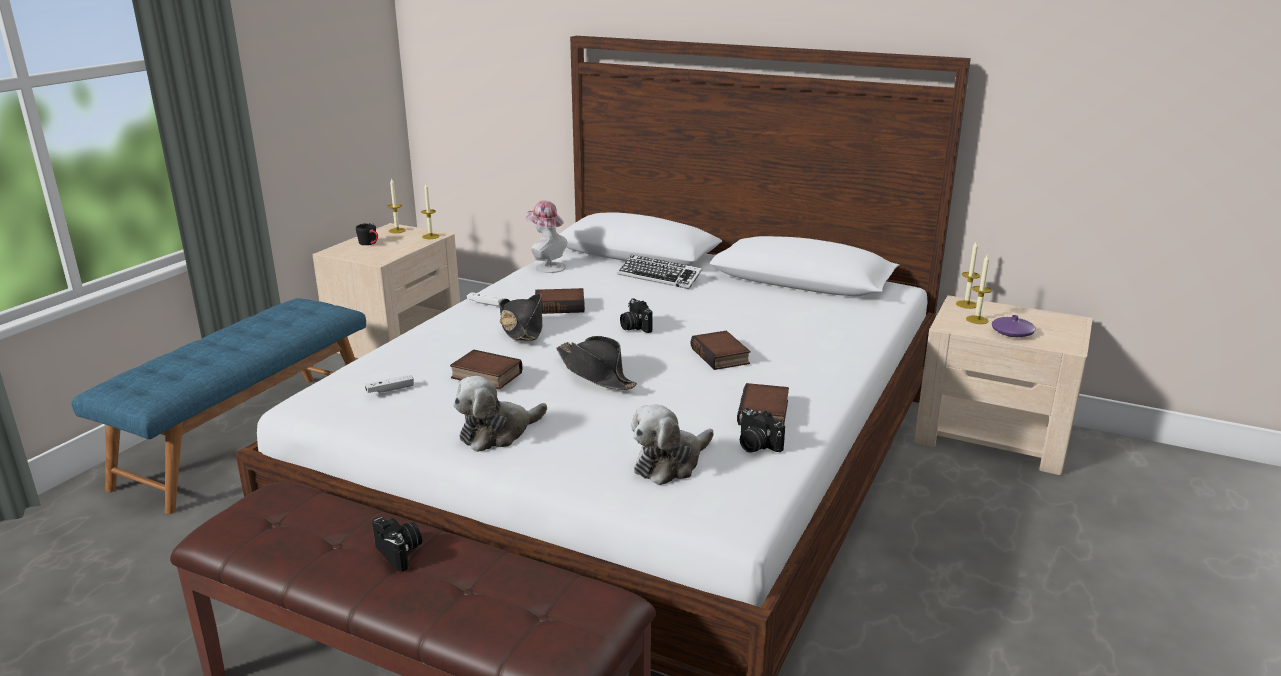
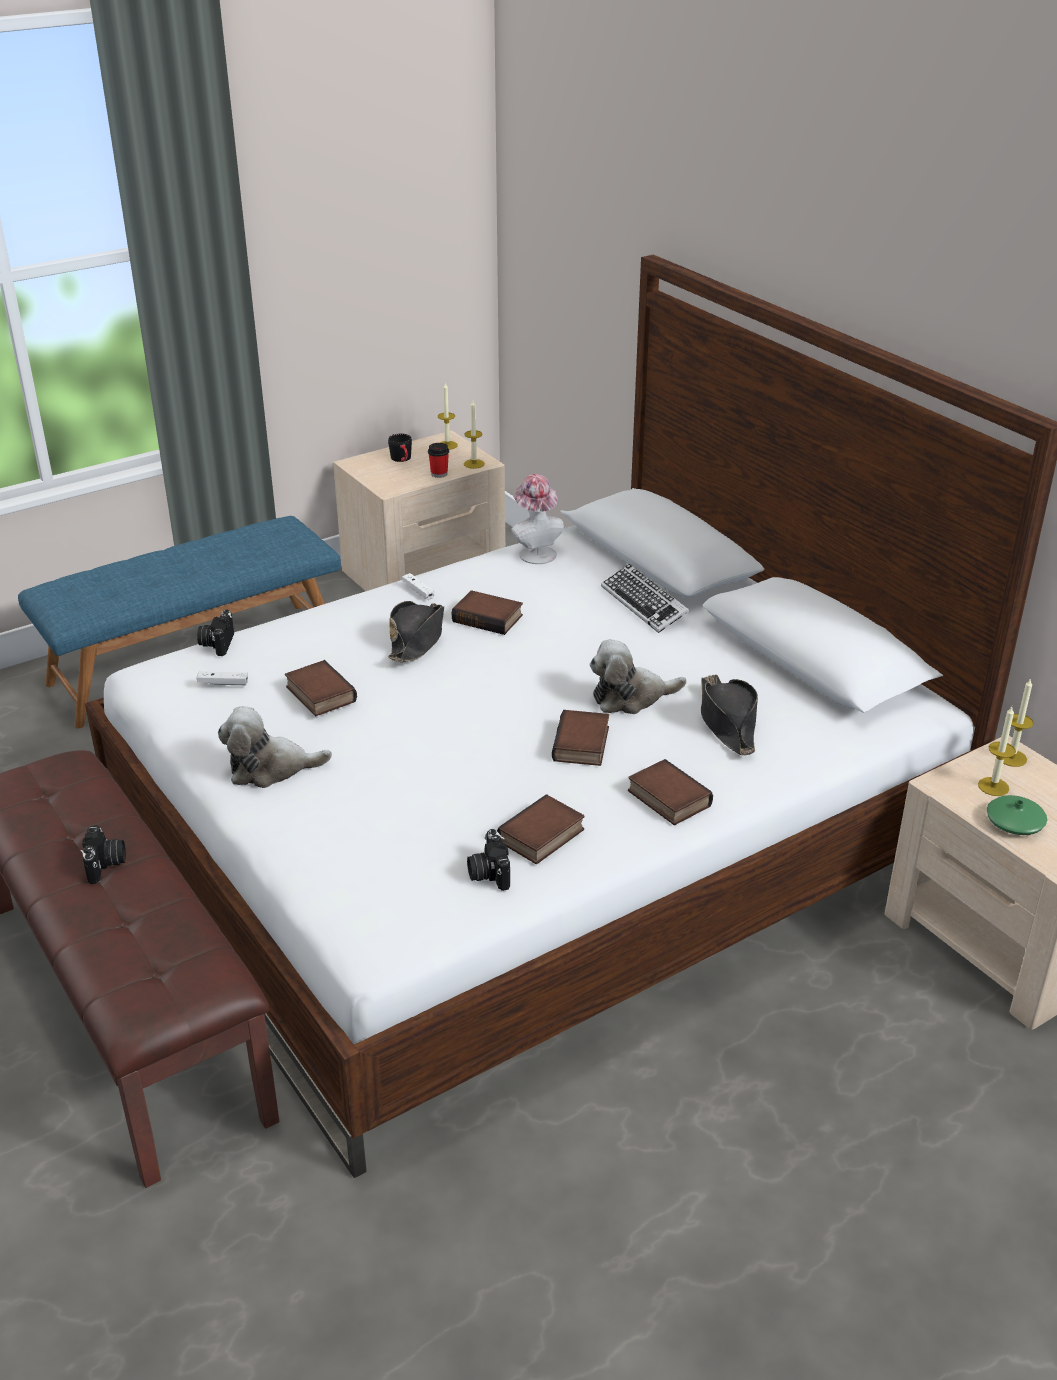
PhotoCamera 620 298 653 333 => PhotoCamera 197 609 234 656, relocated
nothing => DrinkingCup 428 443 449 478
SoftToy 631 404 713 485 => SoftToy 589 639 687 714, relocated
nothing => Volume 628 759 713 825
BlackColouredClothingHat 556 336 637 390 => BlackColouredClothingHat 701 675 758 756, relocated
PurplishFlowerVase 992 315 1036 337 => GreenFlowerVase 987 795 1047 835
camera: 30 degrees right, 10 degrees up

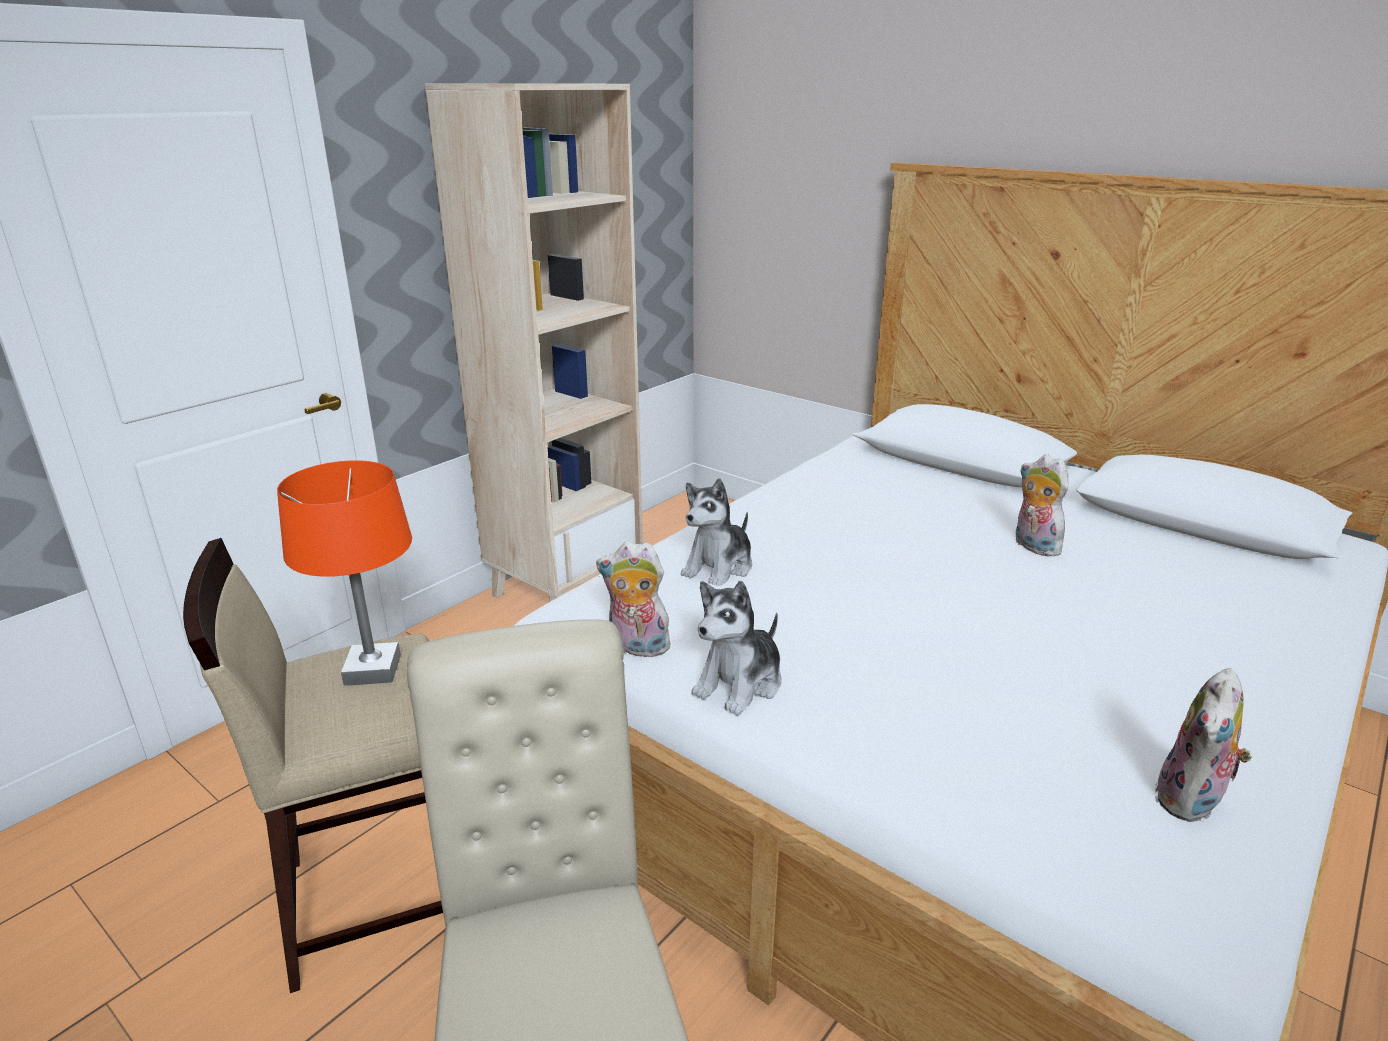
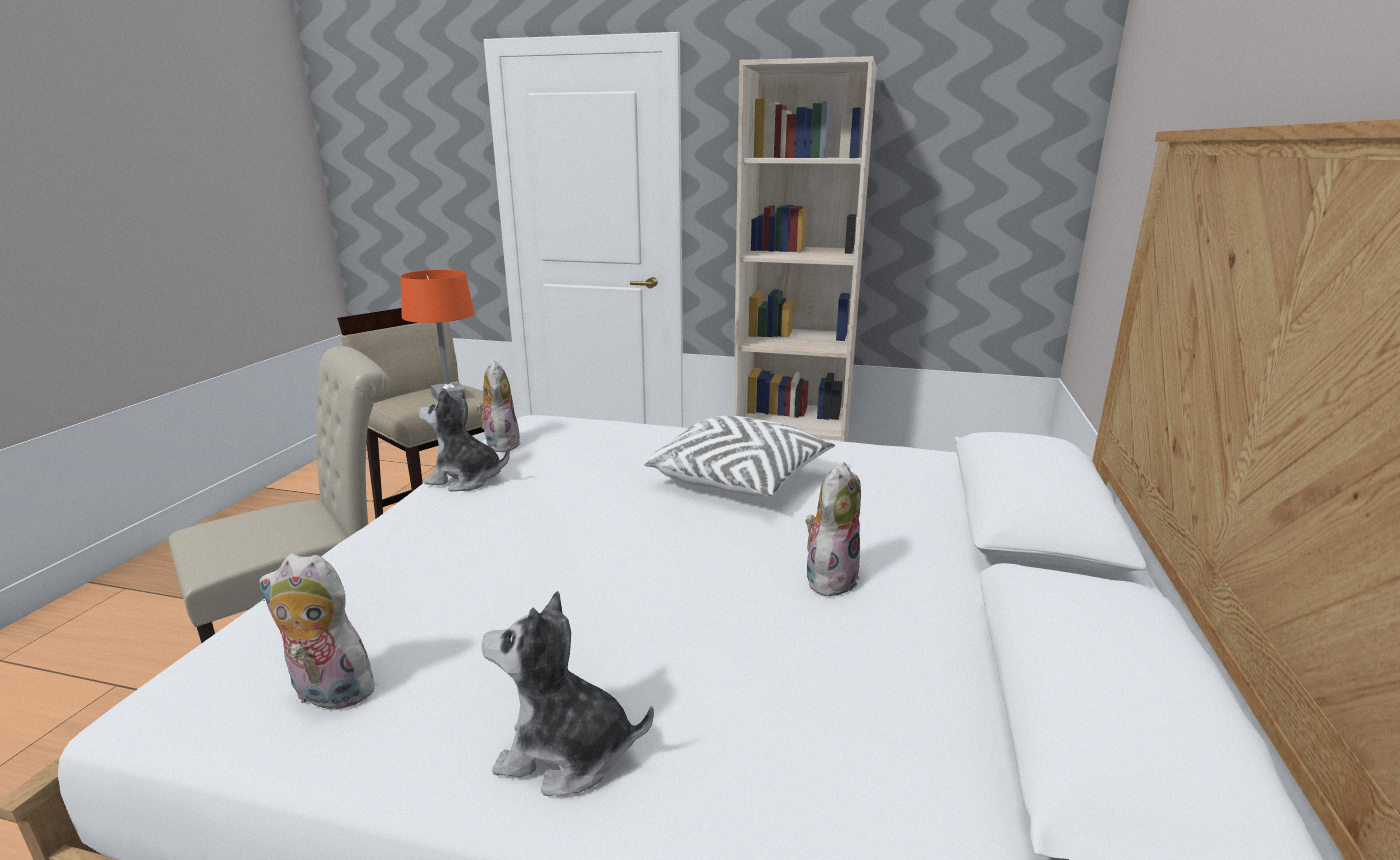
SoftToy 681 478 752 586 => SoftToy 481 591 654 796, relocated
nothing => WhiteColouredPillow 643 415 835 497
camera: 65 degrees right, 5 degrees down

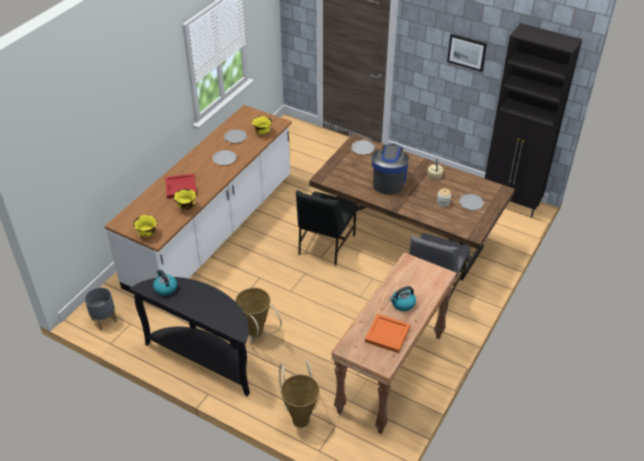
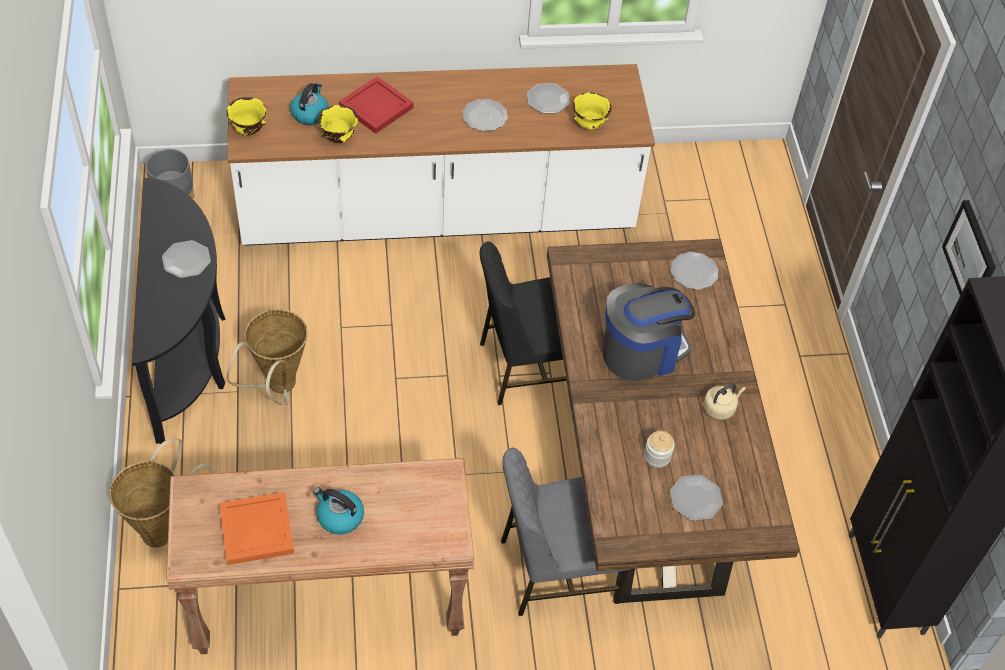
nothing => Plate 162 240 211 278
Kettle 153 270 177 296 => Kettle 290 83 329 125, relocated
camera: 50 degrees right, 10 degrees up

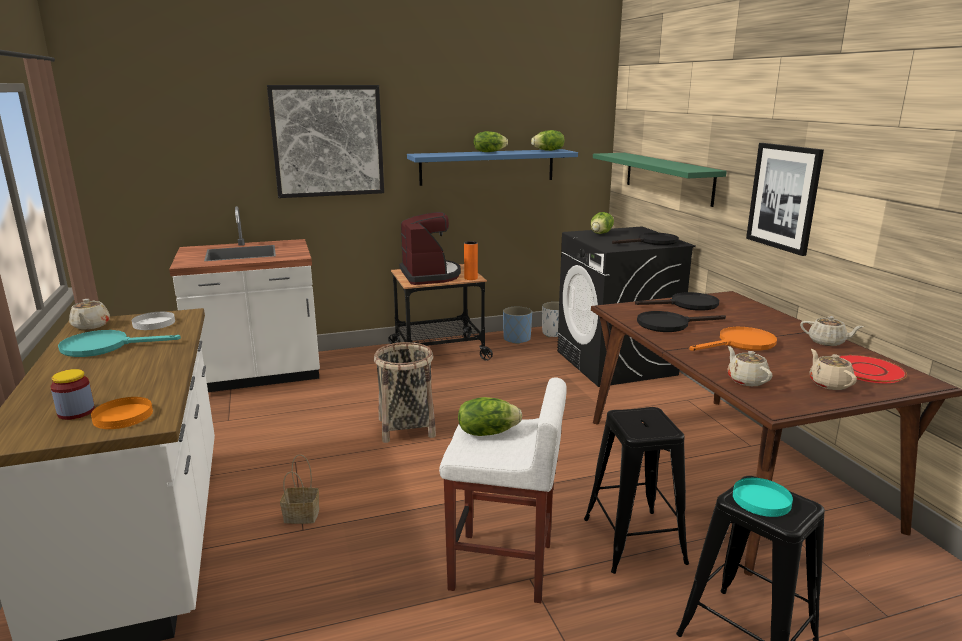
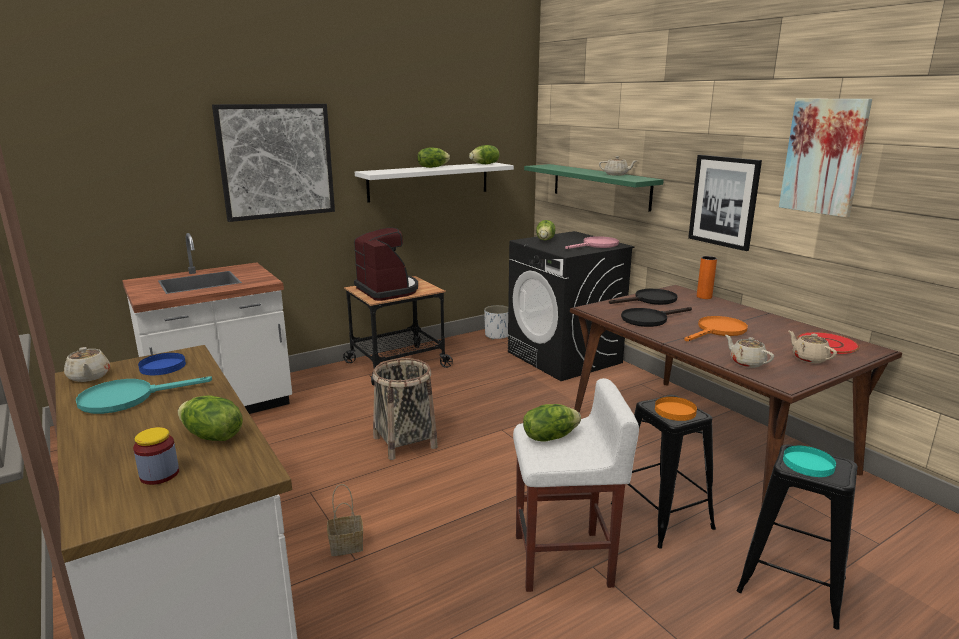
WhiteColouredPlate 132 312 175 330 => BluePlate 138 353 186 375
nothing => HeadOfLettuce 178 395 243 441
BlueWallShelf 407 149 578 186 => WhiteColouredWallShelf 355 163 514 203
BlackColouredSkillet 612 233 679 245 => PinkColouredSkillet 565 236 619 249
BeigeTeaPot 800 316 864 346 => BeigeTeaPot 599 156 638 176, relocated
OrangeyPlate 91 397 153 429 => OrangeyPlate 655 397 697 421, relocated
OrangeyFlowerVase 464 241 478 280 => OrangeyFlowerVase 697 256 717 299, relocated
nothing => WallPicture 779 99 872 217
BlueFlowerPot 503 307 532 344 => nothing
camera: 15 degrees left, 0 degrees up

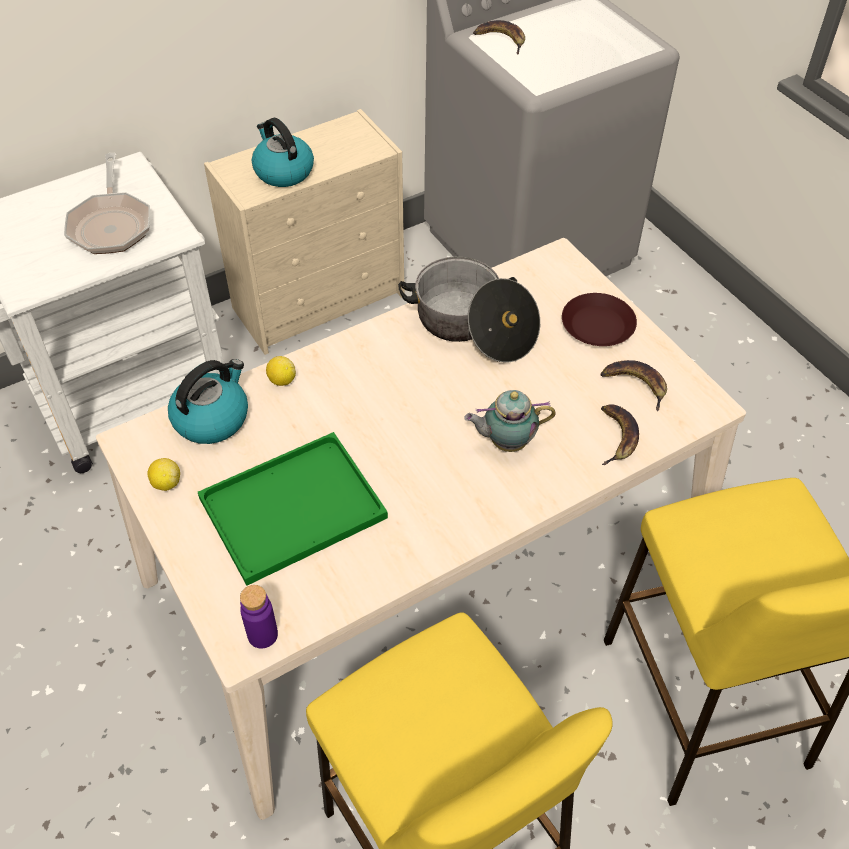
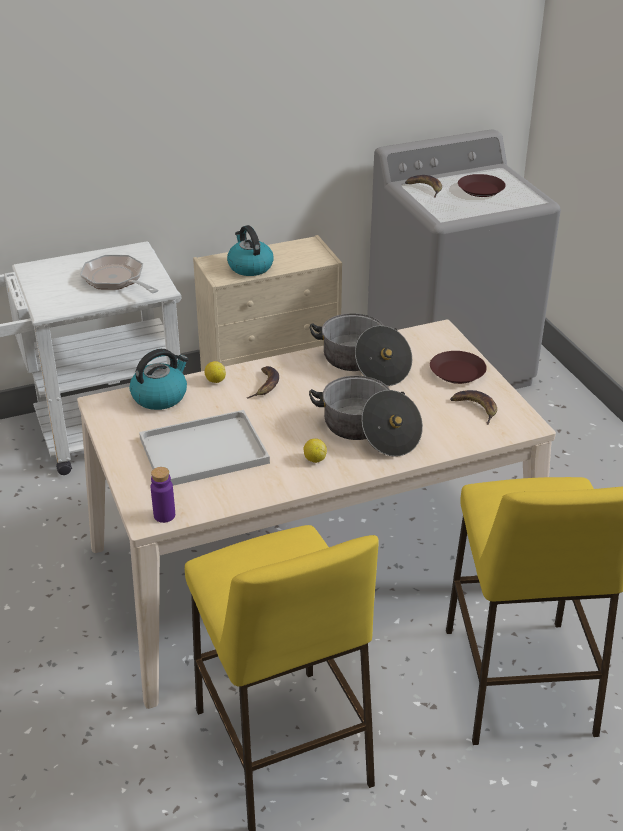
Skillet 64 153 150 254 => Skillet 80 255 159 293, 135 degrees clockwise
GreenTray 198 432 388 586 => WhiteColouredTray 139 410 270 486
WholeBanana 601 404 639 465 => WholeBanana 247 366 279 399, relocated
WholeLemon 147 458 180 491 => WholeLemon 303 438 327 463, relocated
TeaPot 464 390 556 452 => CookingPot 309 376 423 457
nothing => BrownishPlate 458 174 506 197
camera: 10 degrees right, 15 degrees down

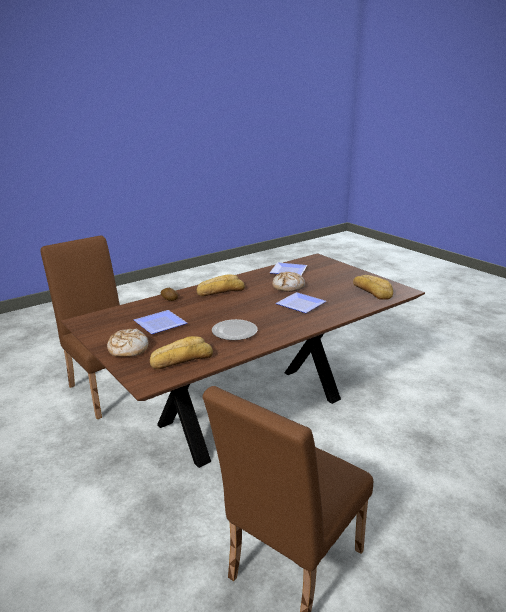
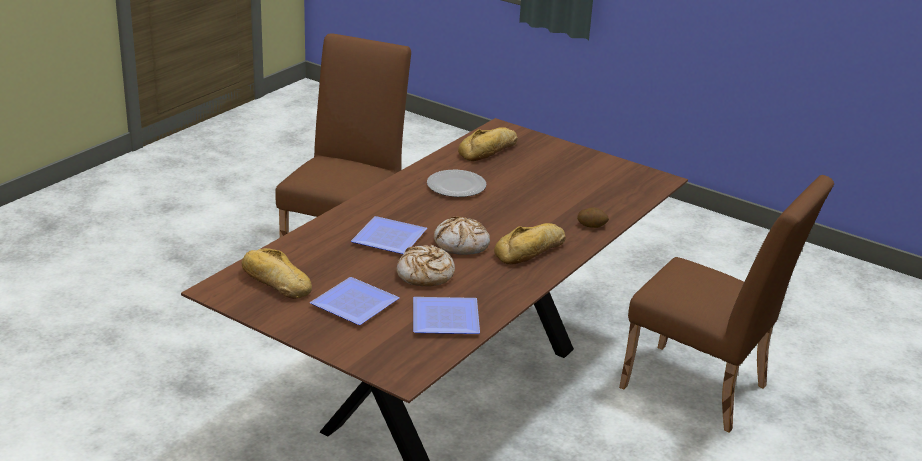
Plate 134 310 187 334 => Plate 310 277 400 325, relocated
BakeryBread 107 328 148 357 => BakeryBread 434 216 490 255, relocated
camera: 160 degrees right, 5 degrees up

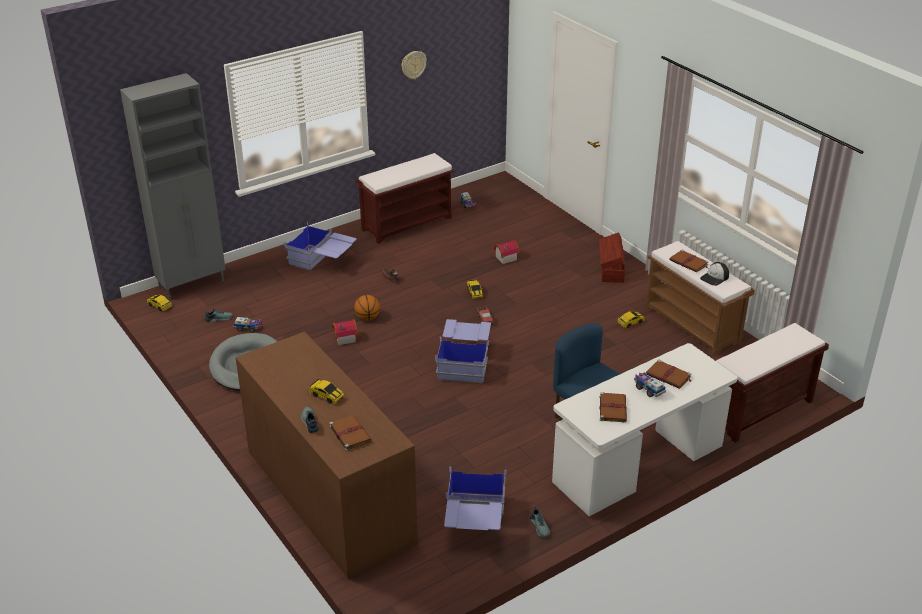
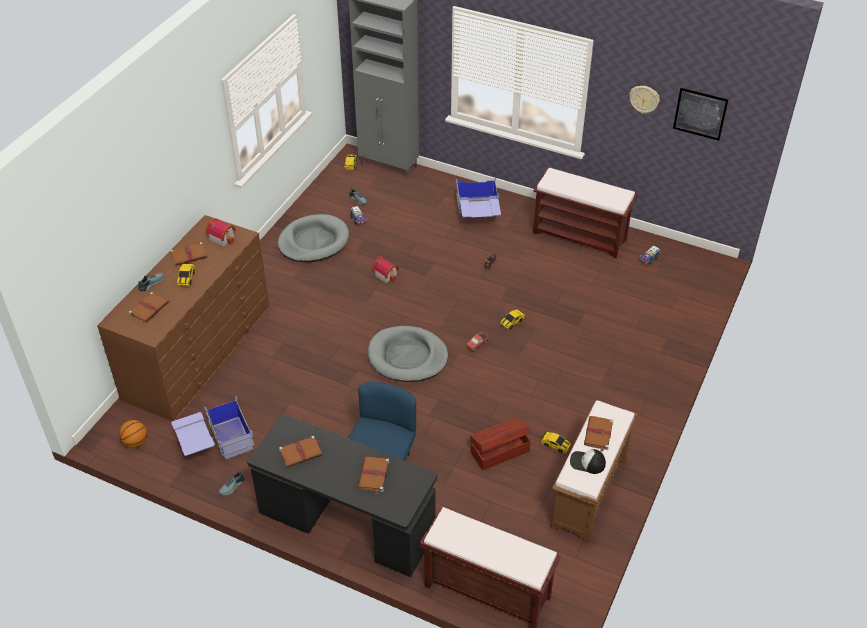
BasketballBall 354 295 380 320 => BasketballBall 119 420 147 448, relocated
nothing => BrownishVolume 170 242 207 266
ModelHouse 493 240 519 264 => ModelHouse 206 218 236 247, relocated
WhiteColouredDeskTable 552 343 738 516 => BlackColouredDeskTable 247 414 437 577
BlueStorageBox 435 319 491 383 => GreyishDogCushion 368 326 448 382
BrownishStorageBox 599 233 625 283 => BrownishStorageBox 470 417 531 470, relocated
nothing => WallPicture 673 88 728 141
ModelTruck 634 372 666 397 => nothing
camera: 60 degrees right, 10 degrees up

